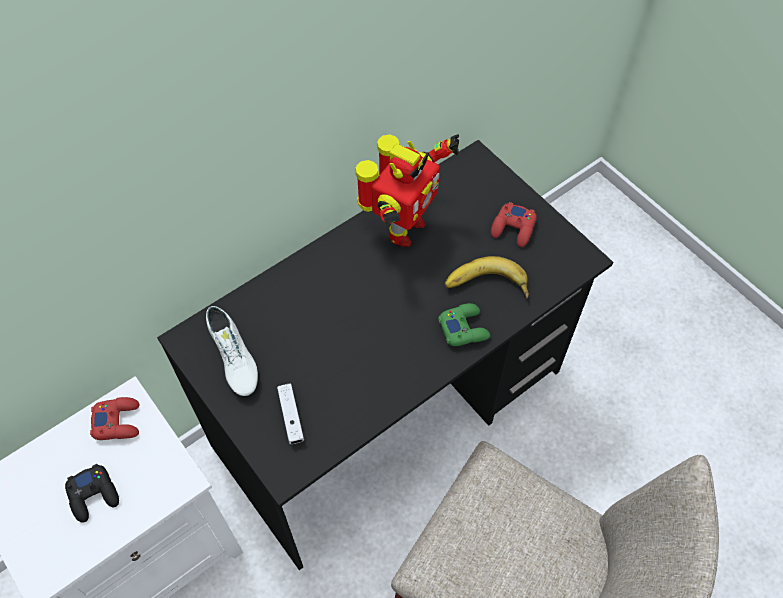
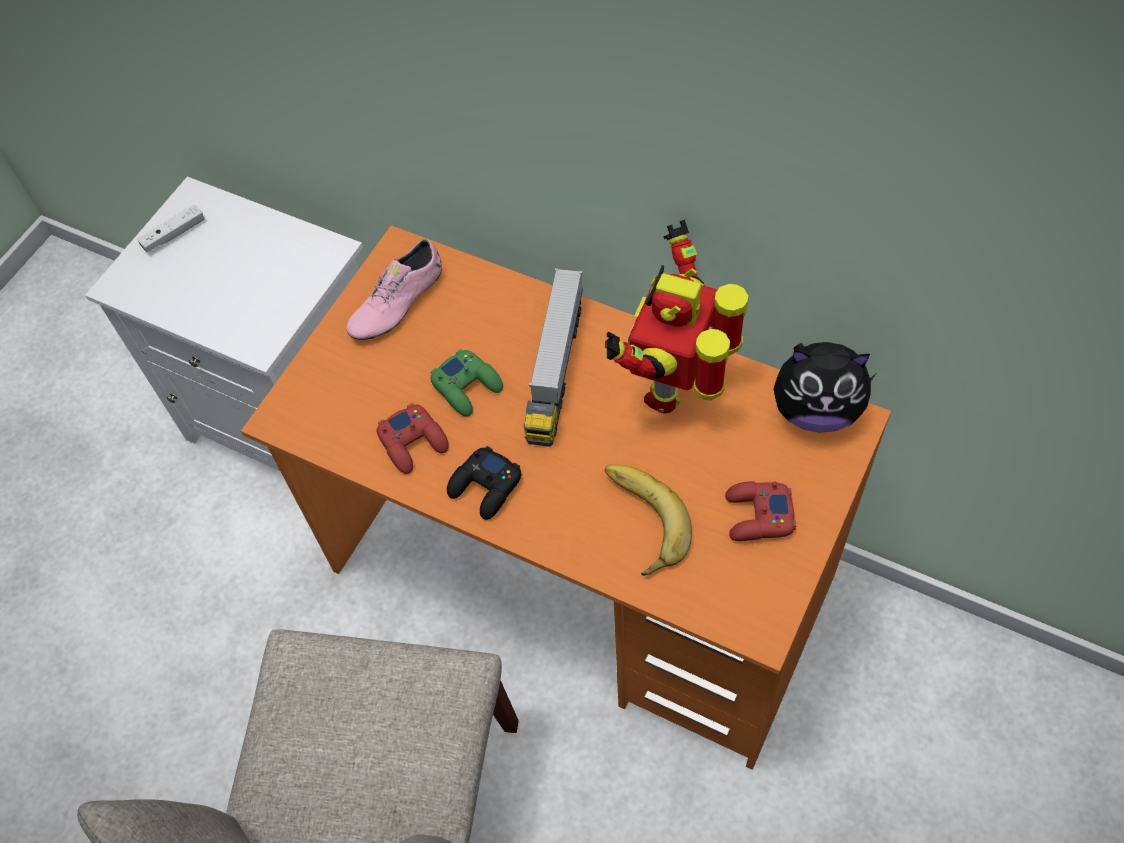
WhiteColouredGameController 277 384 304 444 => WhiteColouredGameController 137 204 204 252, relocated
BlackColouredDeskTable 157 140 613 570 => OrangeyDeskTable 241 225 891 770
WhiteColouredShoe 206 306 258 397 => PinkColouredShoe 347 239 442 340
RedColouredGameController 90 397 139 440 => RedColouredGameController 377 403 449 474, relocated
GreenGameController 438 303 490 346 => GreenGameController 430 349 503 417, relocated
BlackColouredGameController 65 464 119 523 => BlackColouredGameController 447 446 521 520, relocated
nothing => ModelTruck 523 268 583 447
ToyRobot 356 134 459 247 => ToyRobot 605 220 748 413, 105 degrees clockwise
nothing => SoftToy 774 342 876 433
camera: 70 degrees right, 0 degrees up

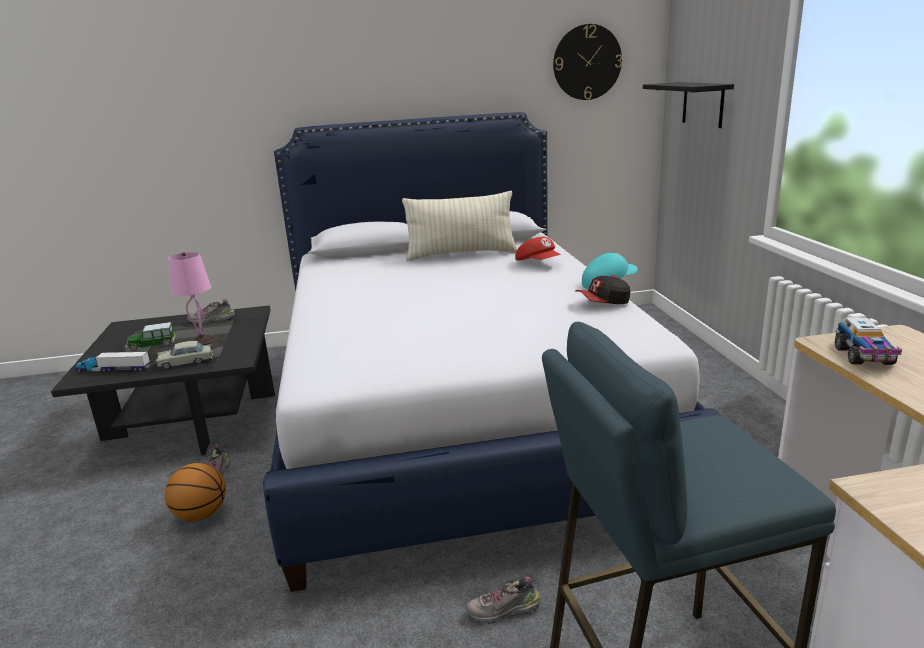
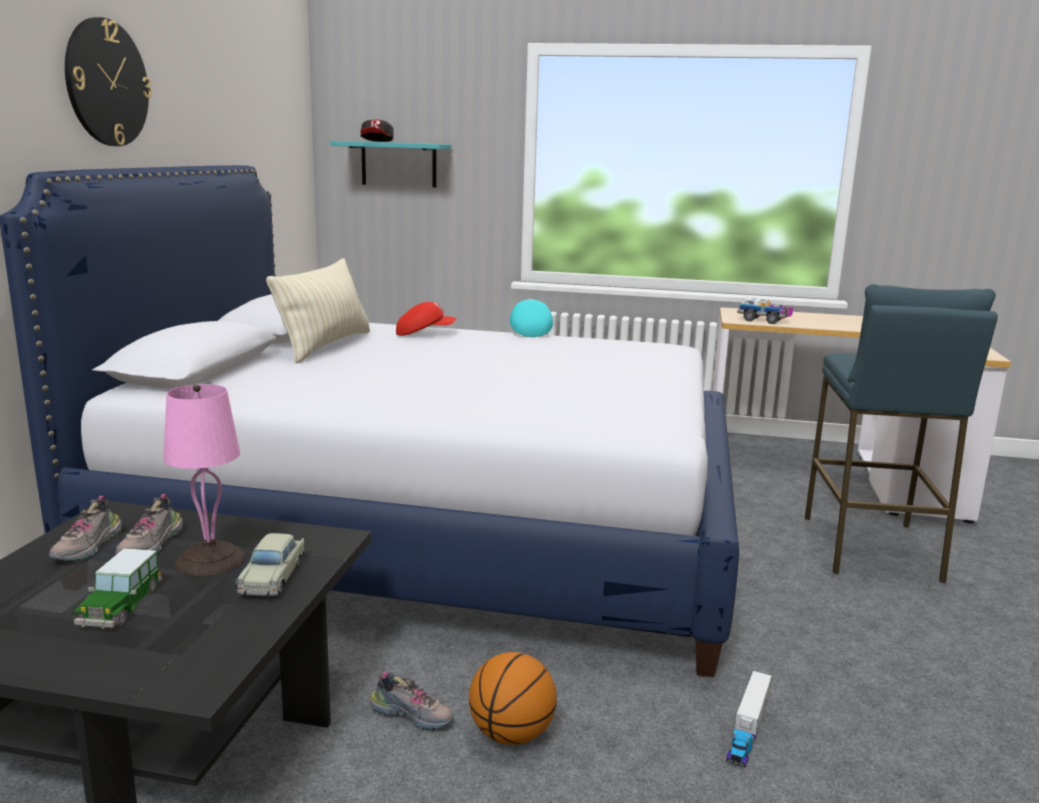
WallClock 553 24 622 100 => WallClock 65 17 152 146, relocated
Shoe 466 575 540 624 => Shoe 115 494 183 554, relocated
BlackColouredWallShelf 643 82 734 128 => TurquoiseColouredWallShelf 330 141 452 187
PeakedCap 575 276 630 304 => PeakedCap 360 119 394 142, relocated
ModelTruck 76 352 150 372 => ModelTruck 726 671 772 767, relocated
camera: 70 degrees left, 5 degrees down

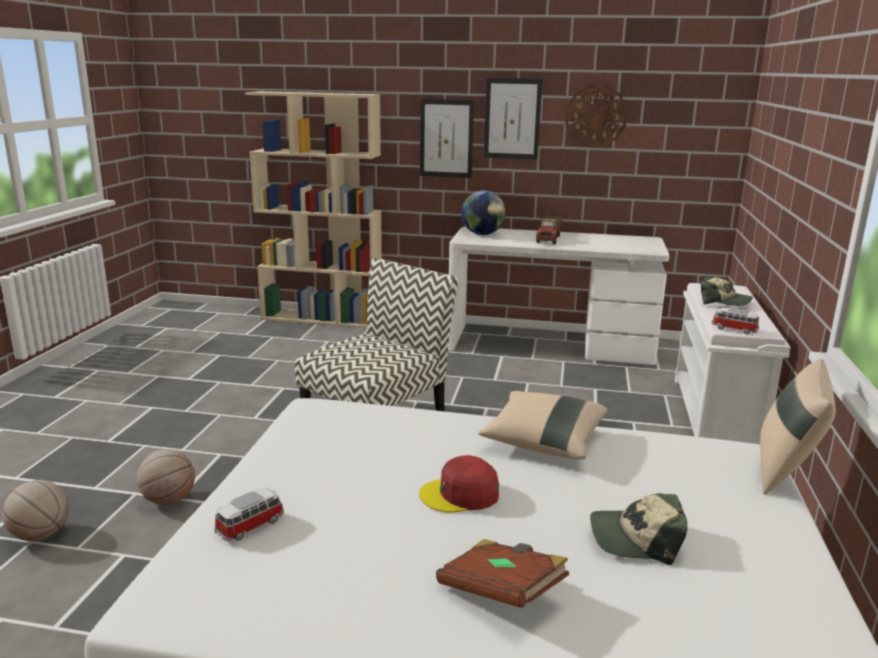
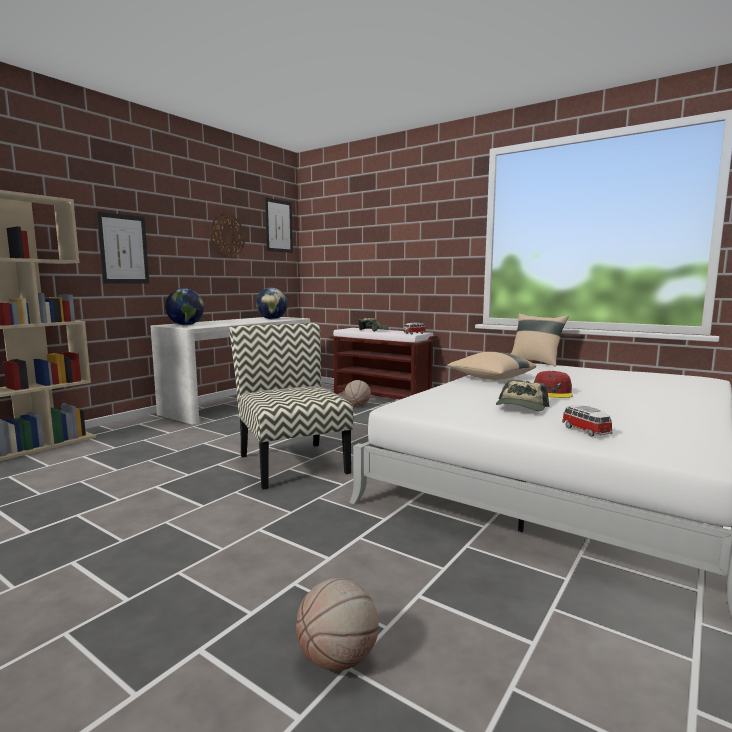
nothing => DeskGlobe 256 288 288 319
WallPicture 484 78 542 160 => WallPicture 265 197 293 253, relocated
WhiteColouredIndoorBench 675 283 791 444 => BrownishIndoorBench 330 328 437 400
BasketballBall 137 449 195 505 => BasketballBall 344 380 371 407, relocated
PeakedCap 590 493 688 565 => PeakedCap 496 380 550 411, relocated
BrownishVolume 436 539 569 608 => nothing
ModelTruck 536 215 562 244 => nothing
camera: 65 degrees left, 10 degrees down

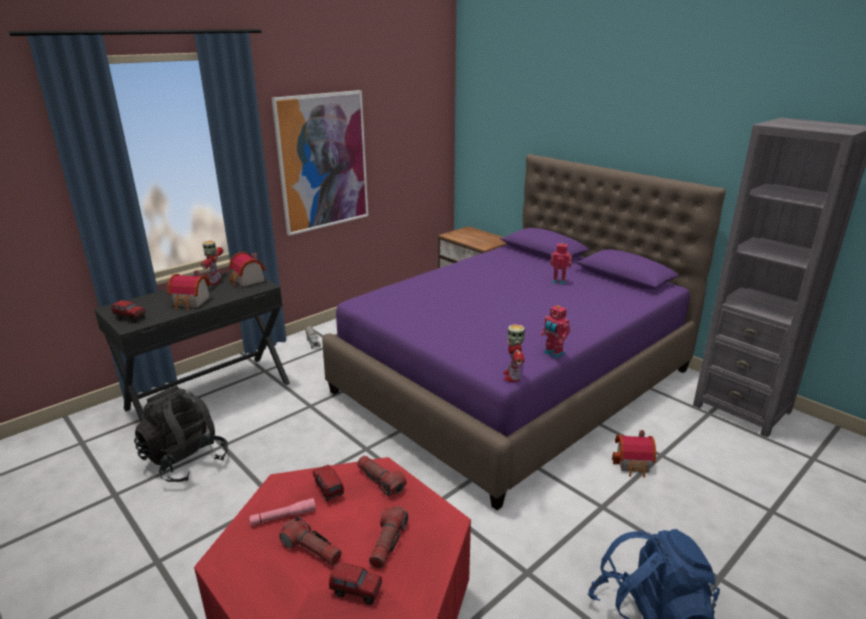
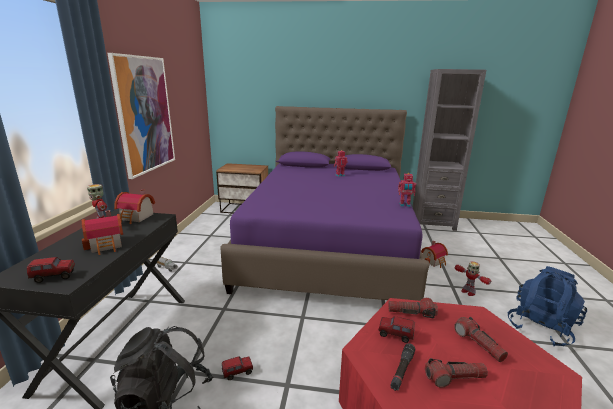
ModelTruck 329 562 382 604 => ModelTruck 222 356 253 380, relocated
PinkColouredTorch 249 498 316 525 => BlackColouredTorch 390 343 415 391
ToyRobot 503 324 525 382 => ToyRobot 455 261 491 296, relocated
camera: 40 degrees left, 5 degrees down

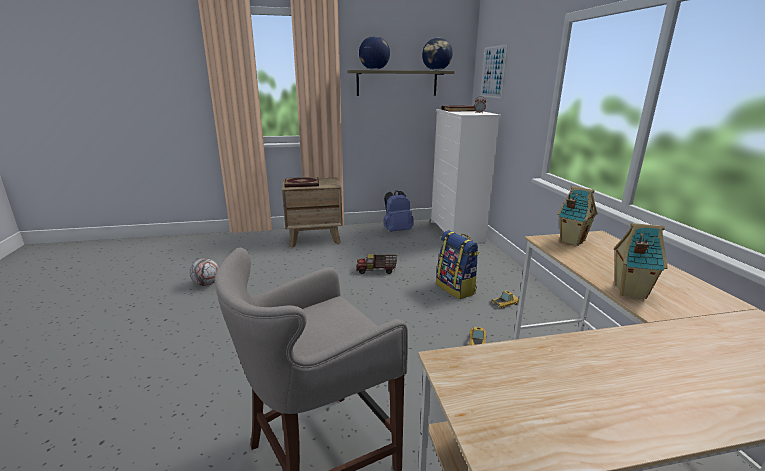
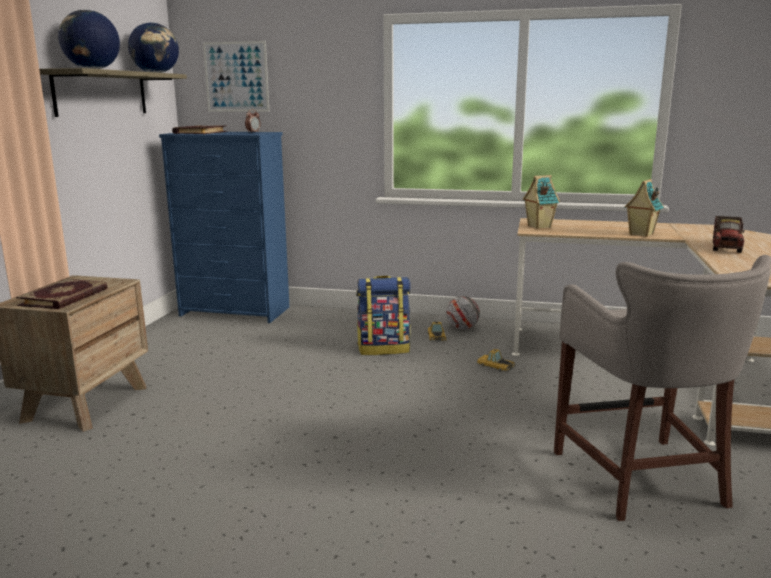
WhiteColouredDrawerChest 431 109 501 243 => BlueDrawerChest 159 132 289 323
FootballBall 190 258 219 286 => FootballBall 446 296 480 329, relocated
ModelTruck 356 254 397 274 => ModelTruck 713 216 744 253, relocated
BlueRucksack 383 190 414 232 => nothing
camera: 65 degrees left, 5 degrees down

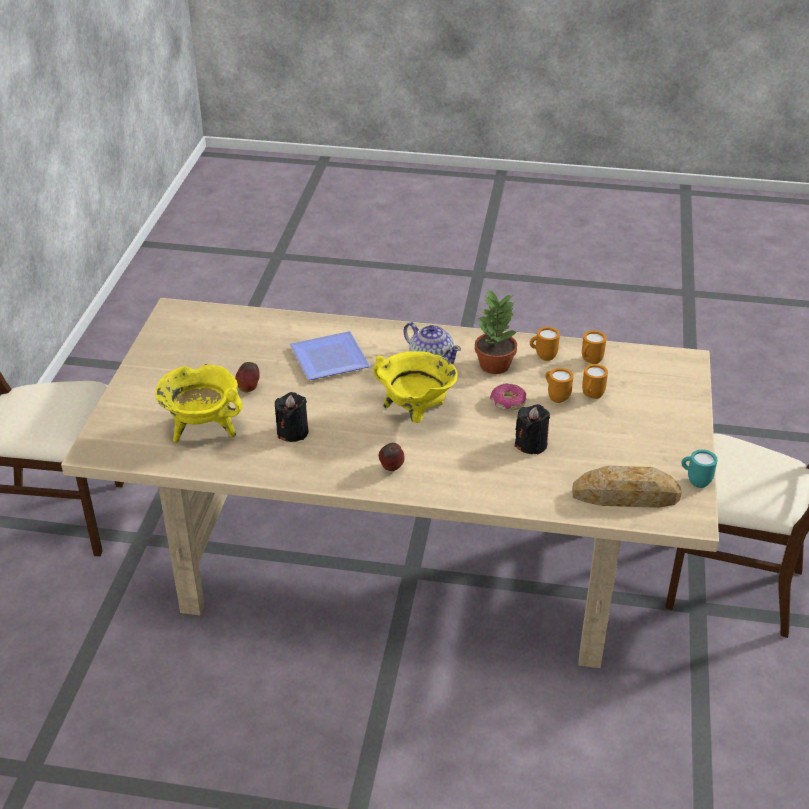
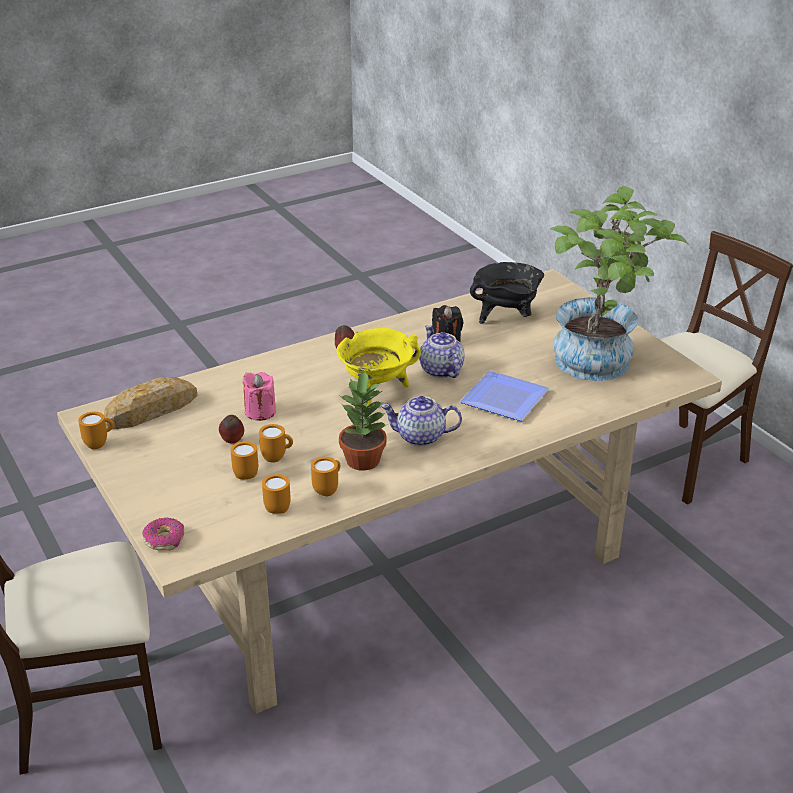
TurquoiseColouredCoffeeMug 681 449 718 488 => OrangeyCoffeeMug 78 412 114 449
RingDoughnut 490 384 526 411 => RingDoughnut 142 518 184 551, relocated
WholeApple 235 362 260 393 => WholeApple 219 415 244 443, relocated
BlackColouredWaxCandle 515 404 550 454 => PinkColouredWaxCandle 242 372 276 421
nothing => TeaPot 419 325 465 378
YellowColouredCookingPot 155 364 243 443 => BlackColouredCookingPot 470 262 544 324
nothing => PlantInAPot 550 186 689 381
camera: 140 degrees right, 5 degrees down

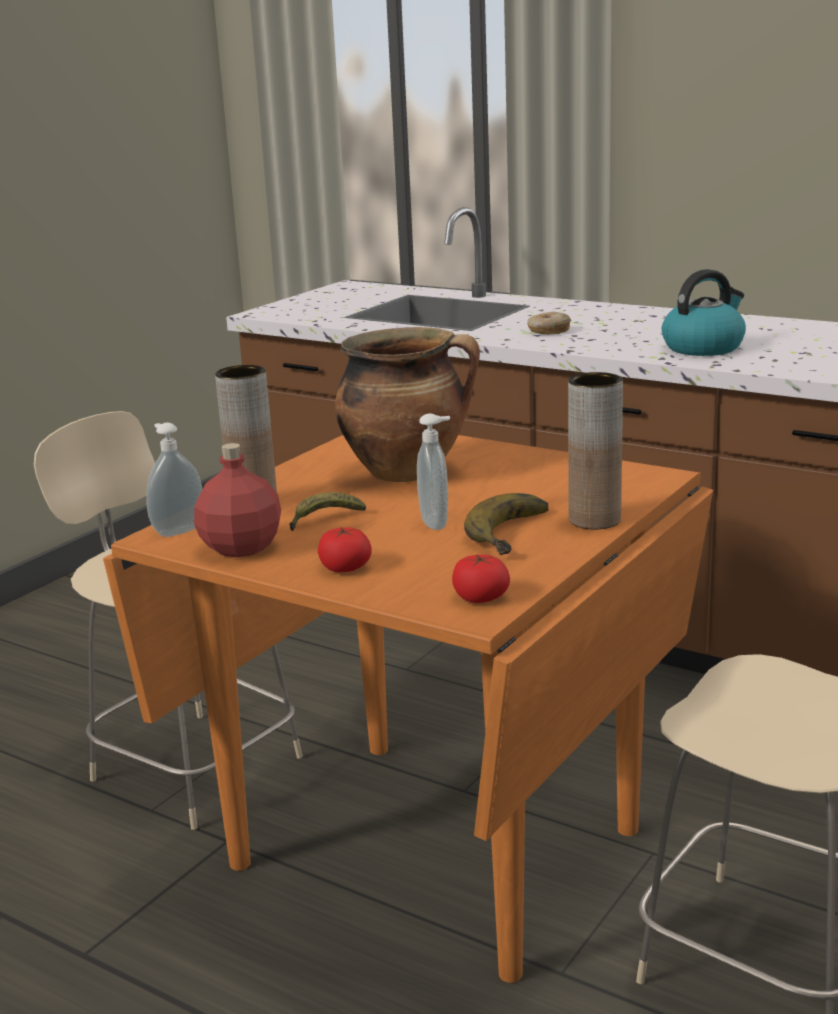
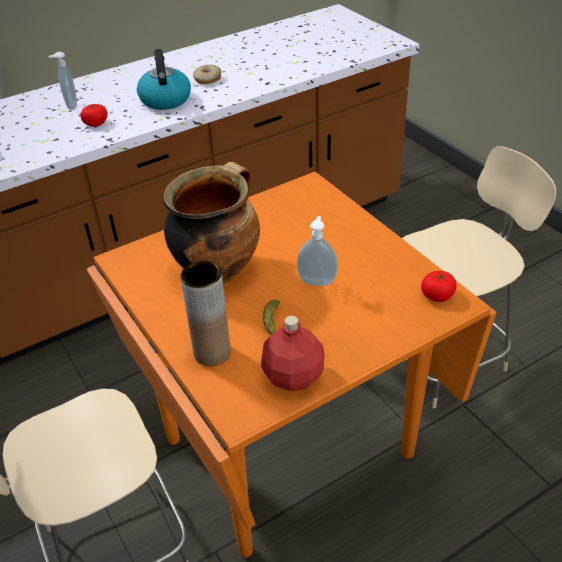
SoapBottle 146 423 202 537 => SoapBottle 49 52 77 110, relocated
Tomato 318 527 371 572 => Tomato 81 104 107 127, relocated
RingDoughnut 527 312 571 334 => RingDoughnut 193 65 221 84, relocated
WholeBanana 464 493 548 555 => nothing
BrownishFlowerVase 568 372 623 529 => nothing
camera: 65 degrees left, 20 degrees up

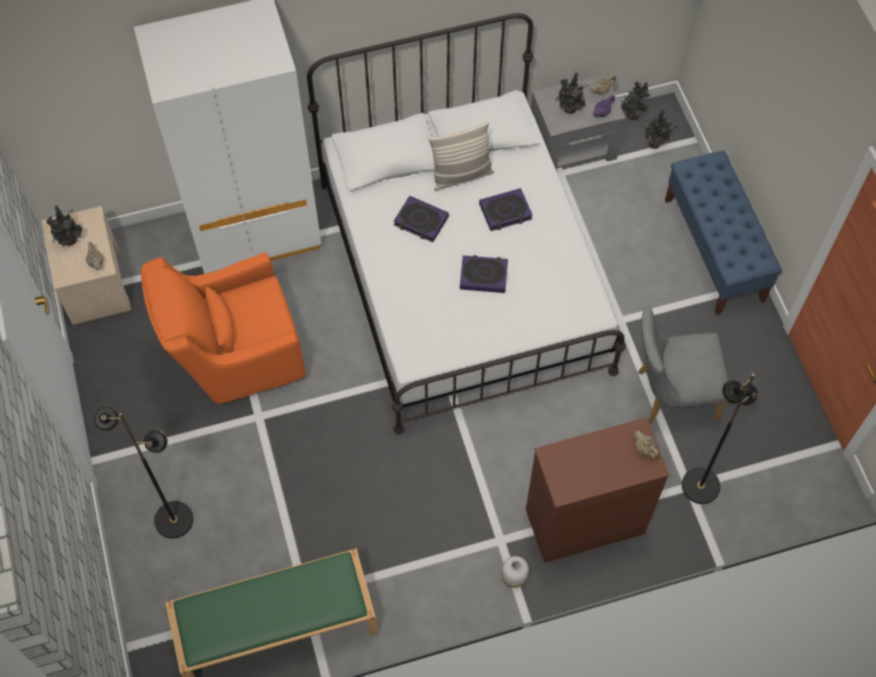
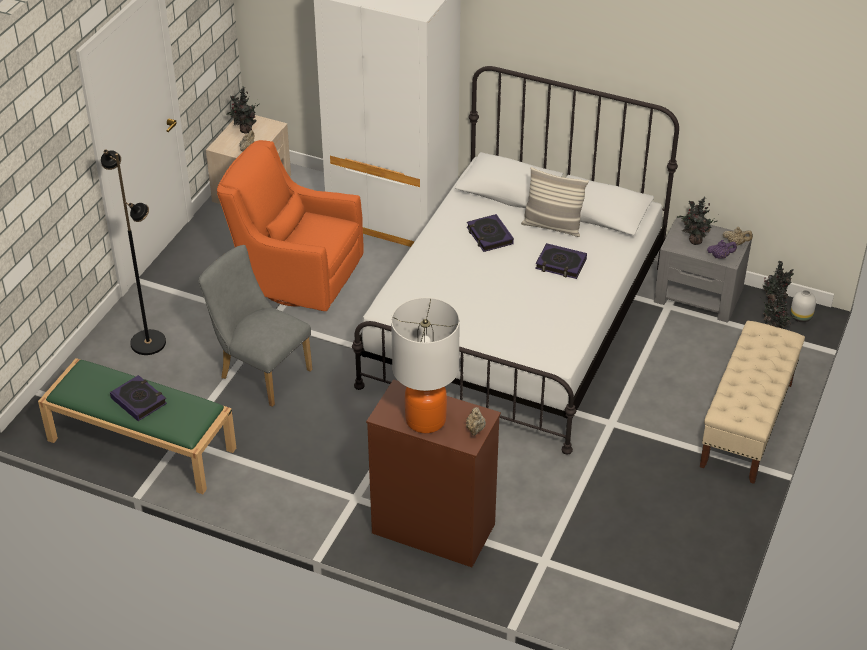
Volume 460 255 508 293 => Volume 110 375 167 421, relocated
GreyishPlainChair 638 305 728 425 => GreyishPlainChair 198 245 312 407, relocated
nothing => TableLamp 391 297 460 433
BlueIndoorBench 665 151 782 315 => BeigeIndoorBench 700 321 805 484
WhiteColouredFlowerVase 502 556 529 588 => WhiteColouredFlowerVase 790 290 816 322, relocated
BlackColouredFloorLamp 682 374 758 504 => nothing
camera: 40 degrees right, 20 degrees down

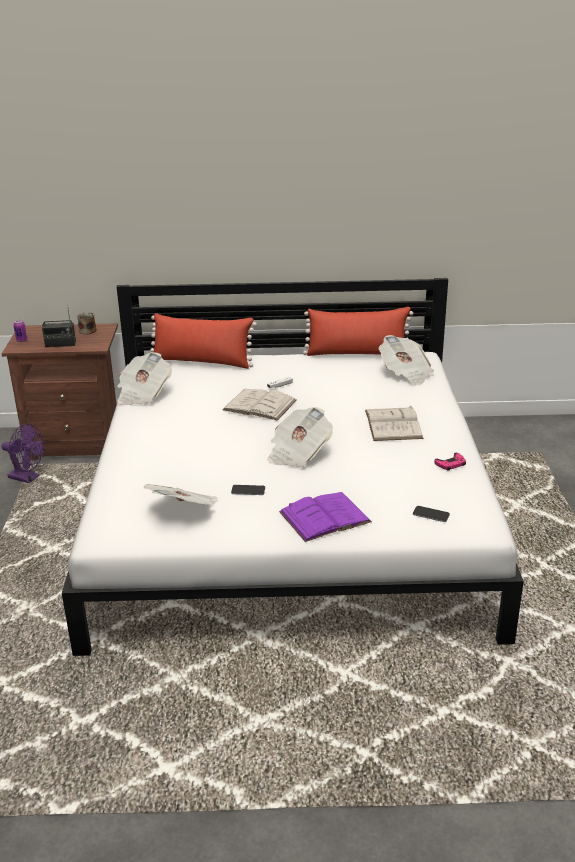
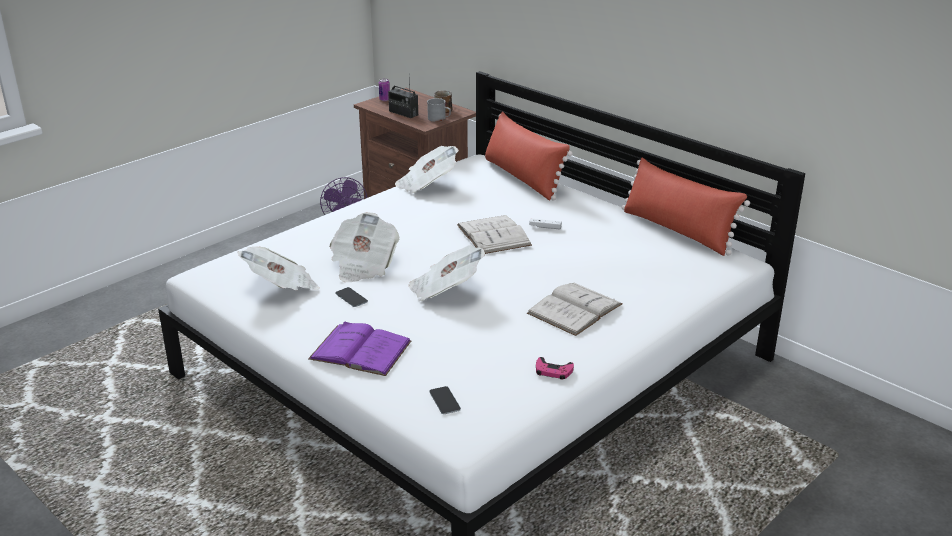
Newspaper 379 335 434 385 => Newspaper 330 212 399 282, relocated
nothing => GreyishCoffeeMug 427 98 451 122
camera: 45 degrees right, 0 degrees up

